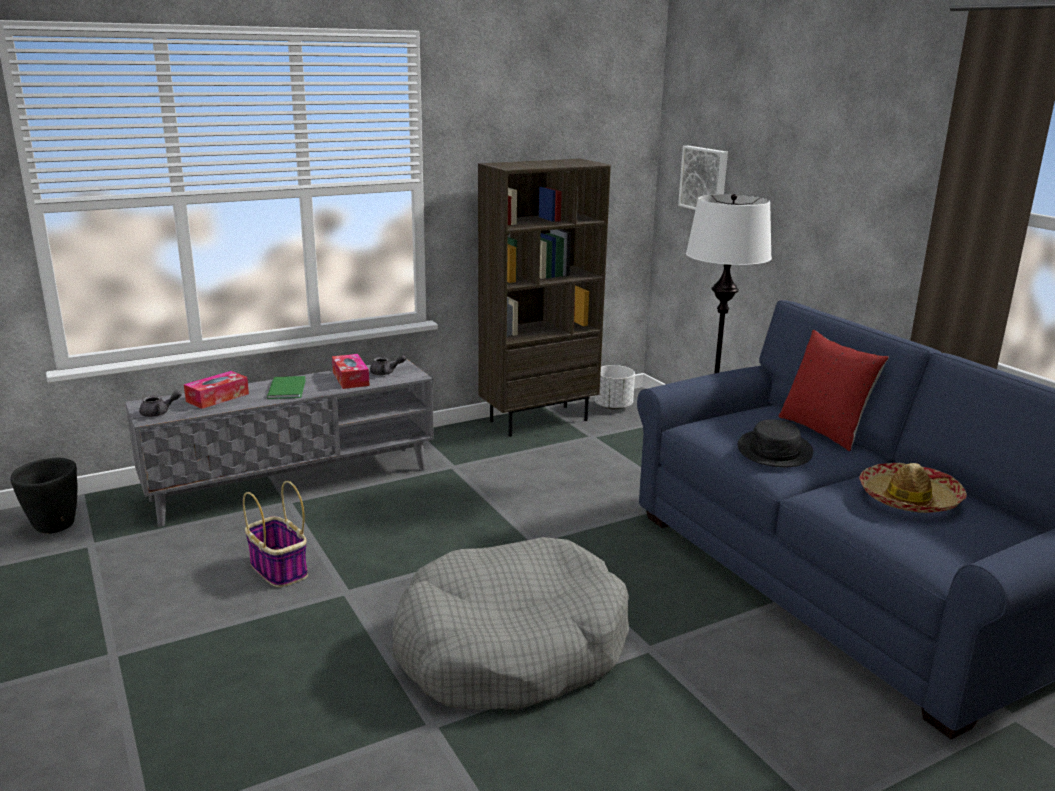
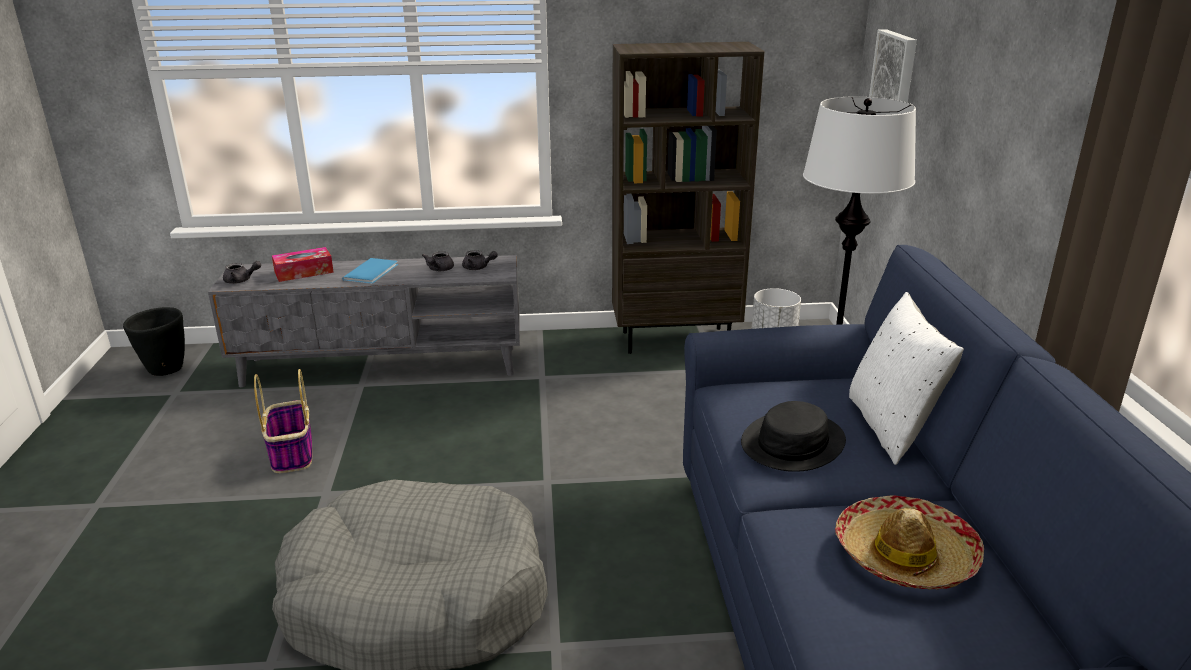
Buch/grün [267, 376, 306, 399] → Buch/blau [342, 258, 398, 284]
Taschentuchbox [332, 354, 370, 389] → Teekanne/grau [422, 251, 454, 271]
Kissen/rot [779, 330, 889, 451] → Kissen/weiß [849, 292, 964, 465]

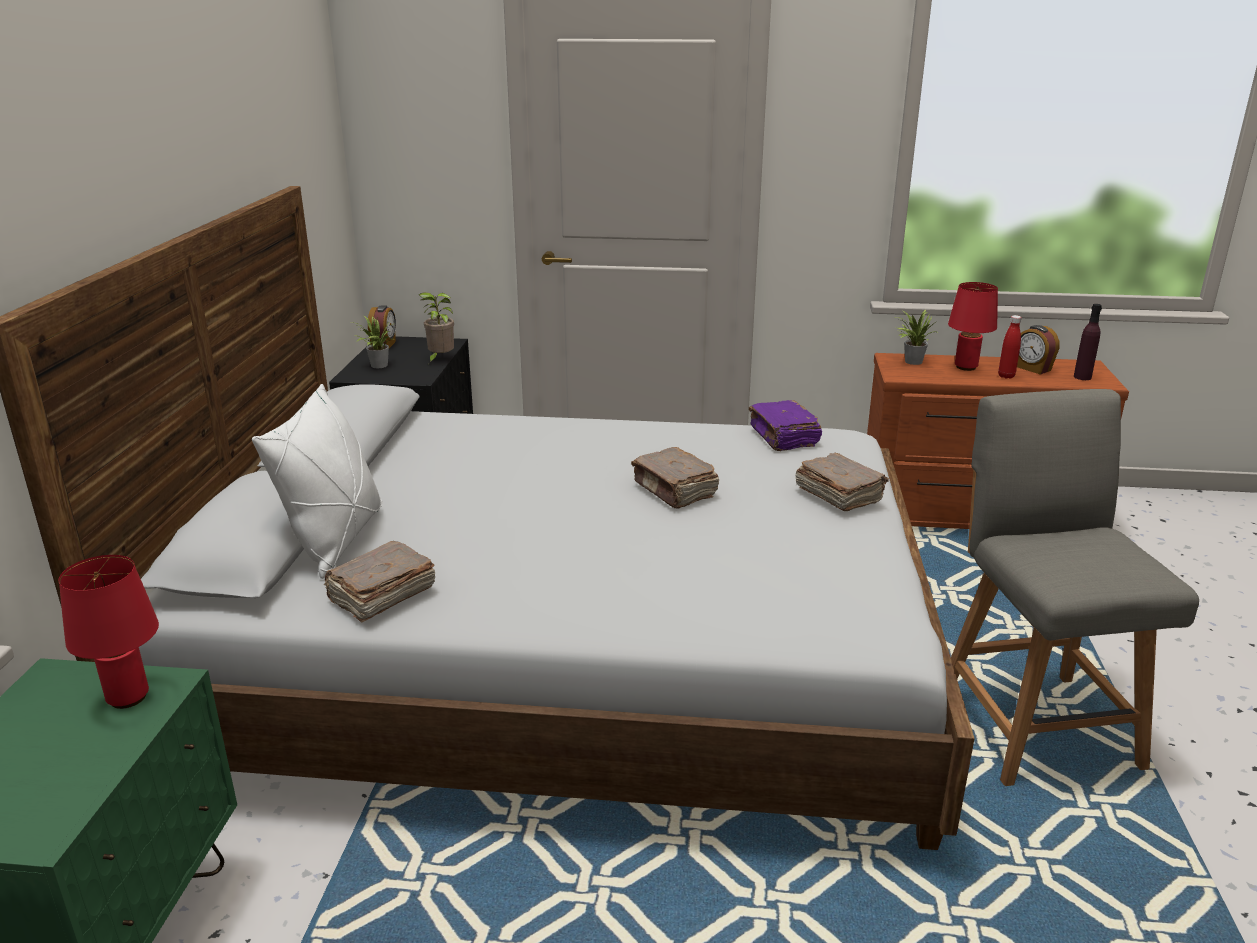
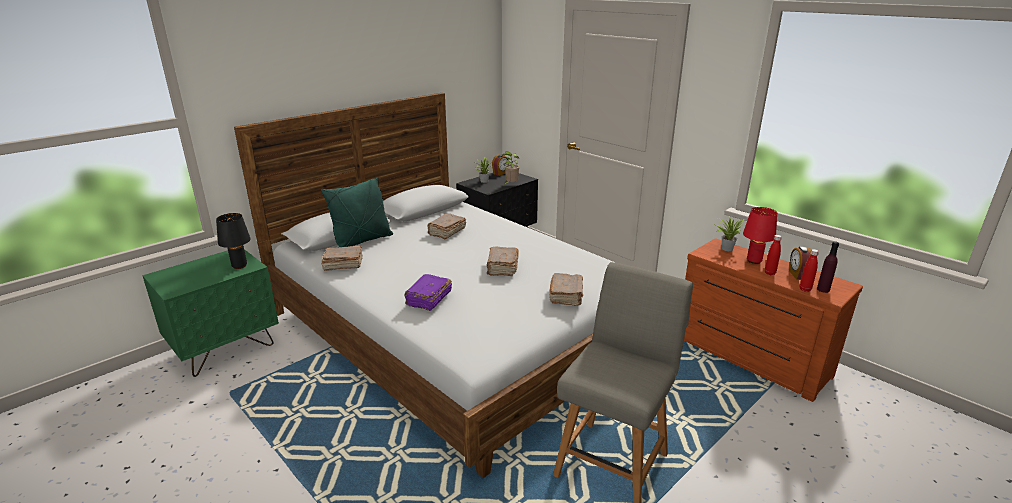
Tischlampe/rot [59, 555, 159, 709] → Tischlampe/schwarz [216, 213, 251, 269]
Kissen/weiß [252, 384, 382, 579] → Kissen/grün [321, 177, 393, 247]
Buch/lila [749, 400, 822, 451] → Buch/lila [405, 274, 452, 311], moved
- → Buch/braun [427, 213, 466, 240]
- → Flasche/rot [800, 249, 819, 292]

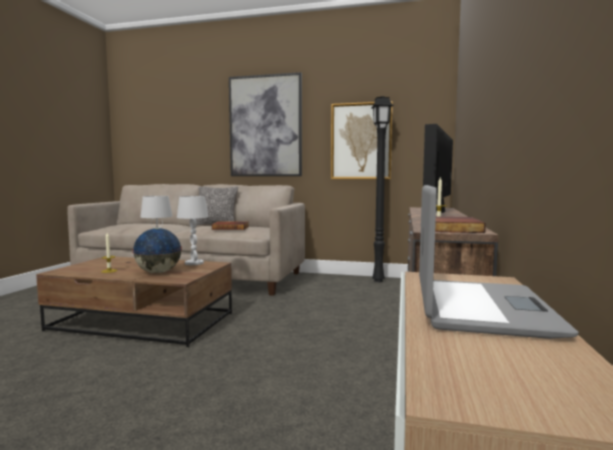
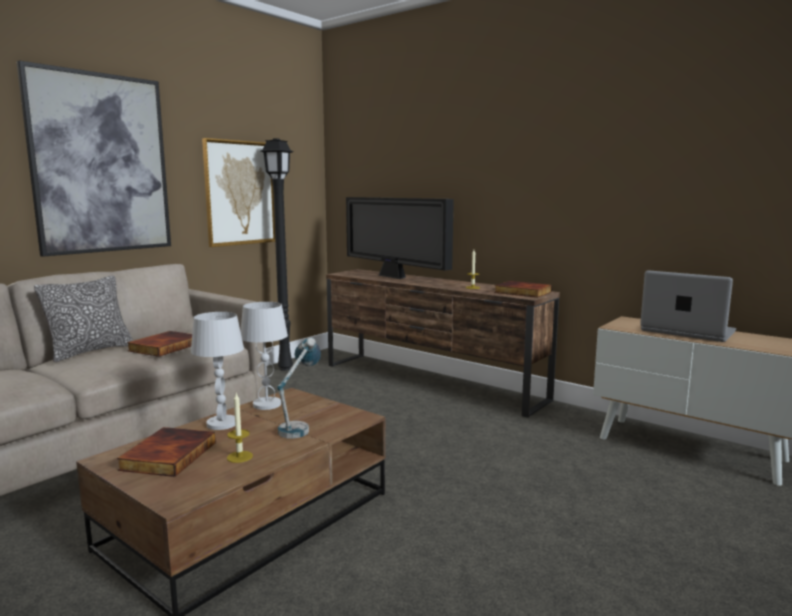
Globus [132, 228, 182, 273] → Tischlampe [277, 338, 321, 439]
- → Buch [117, 427, 216, 477]

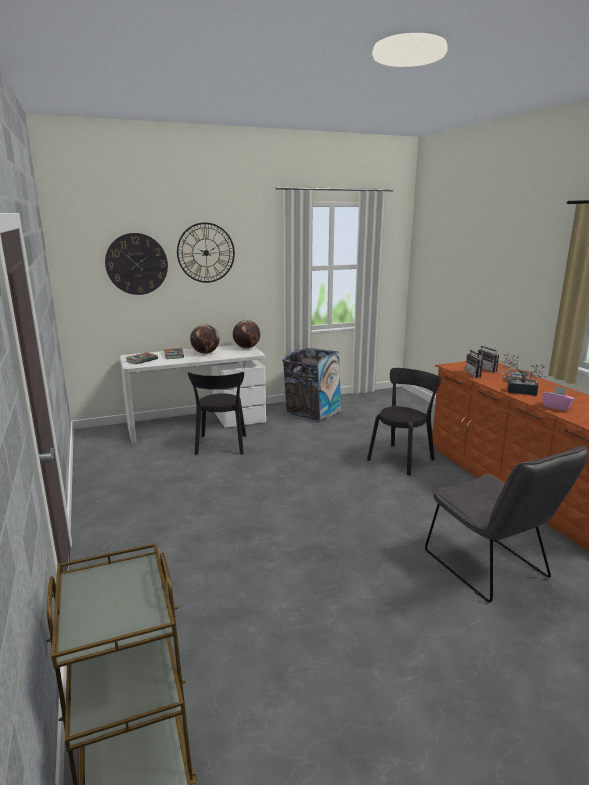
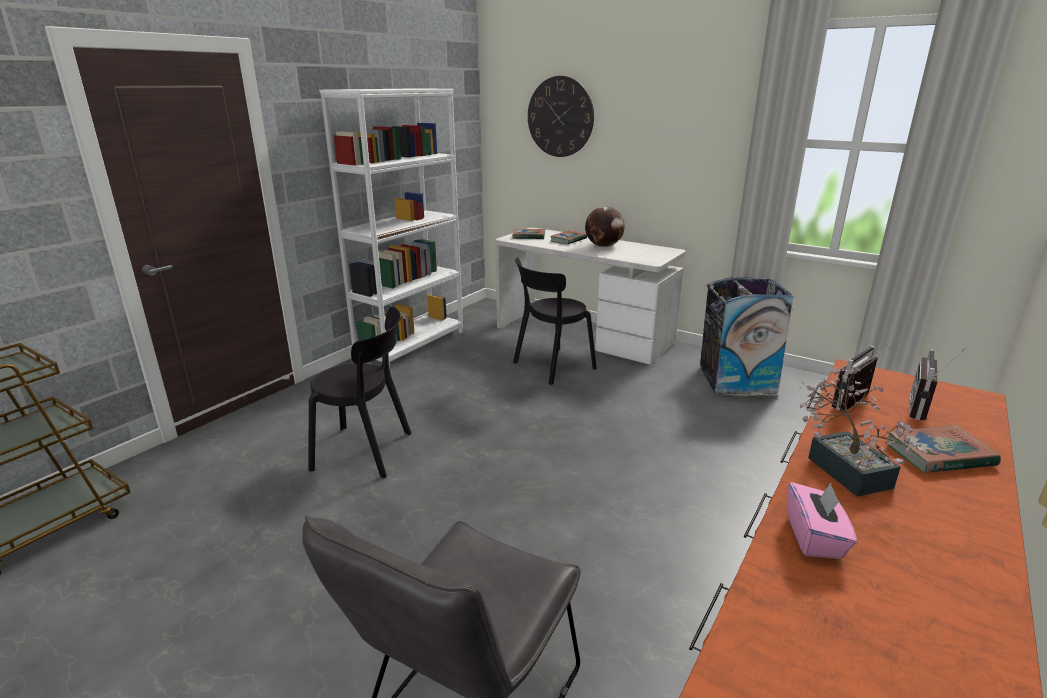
Wanduhr [177, 222, 235, 283] → -
Globus [233, 320, 260, 348] → -
Stuhl/schwarz [367, 368, 442, 476] → Stuhl/schwarz [308, 307, 411, 478], moved
- → Bücherregal/weiß [319, 88, 463, 368]

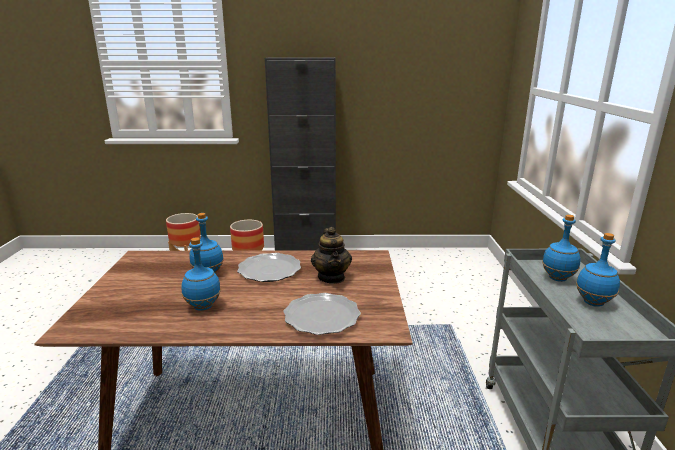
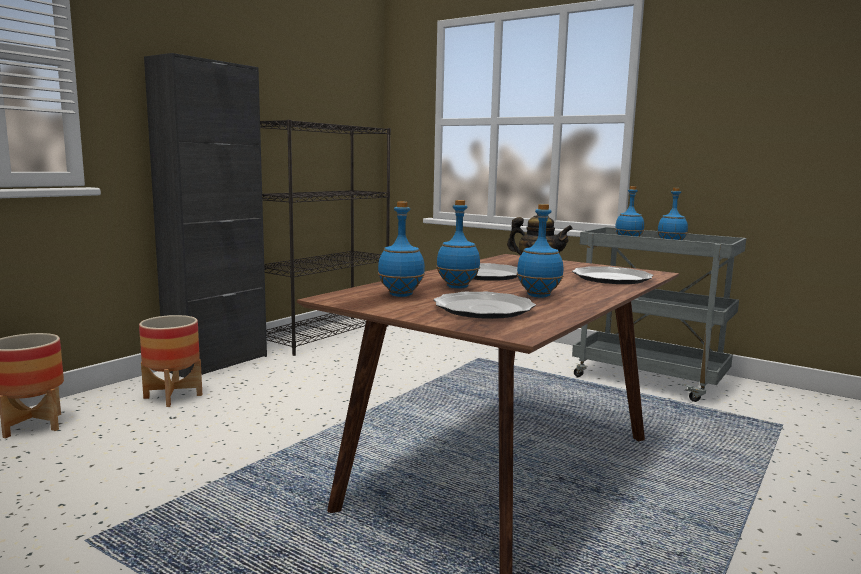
- → Bücherregal/schwarz [260, 119, 391, 356]
- → Flasche/blau [378, 202, 425, 297]
- → Teller [434, 292, 536, 319]

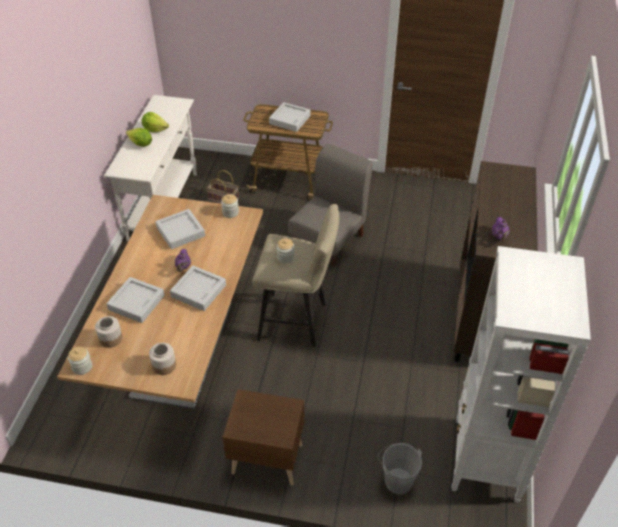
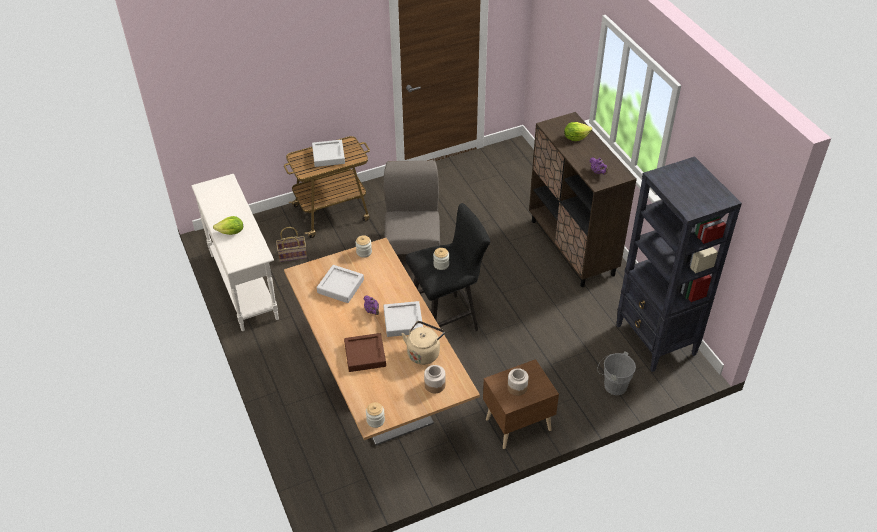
Vorratsglas [95, 316, 123, 348] → Vorratsglas [507, 368, 529, 396], moved
Tablett/grau [107, 277, 165, 323] → Tablett/braun [344, 333, 386, 372]
Salatkopf [142, 112, 169, 133] → Salatkopf [564, 122, 592, 141], moved
Hocker/beige [252, 204, 339, 347] → Hocker/schwarz [406, 203, 490, 331]
Bücherregal/weiß [452, 246, 591, 503] → Bücherregal/schwarz [616, 156, 742, 372]
- → Wasserkessel/beige [402, 321, 445, 365]

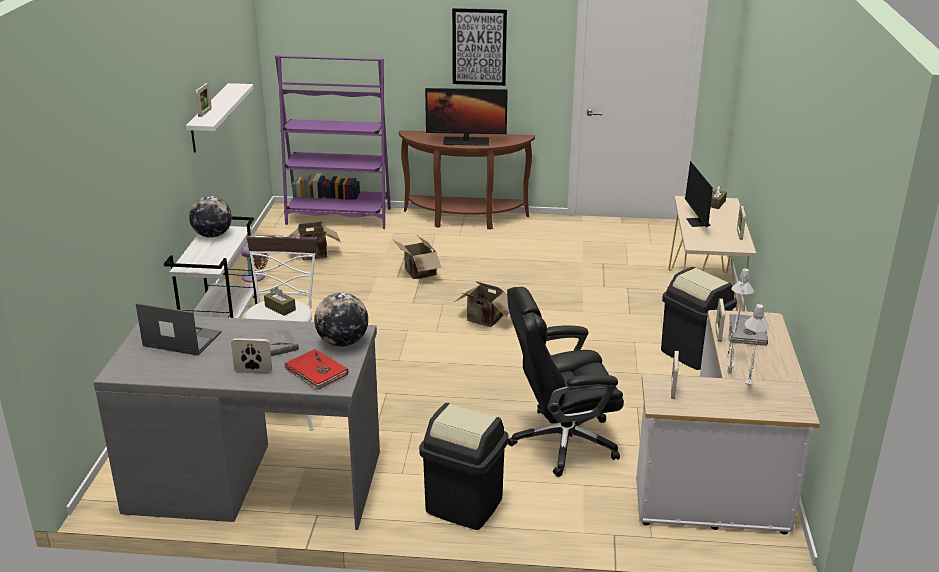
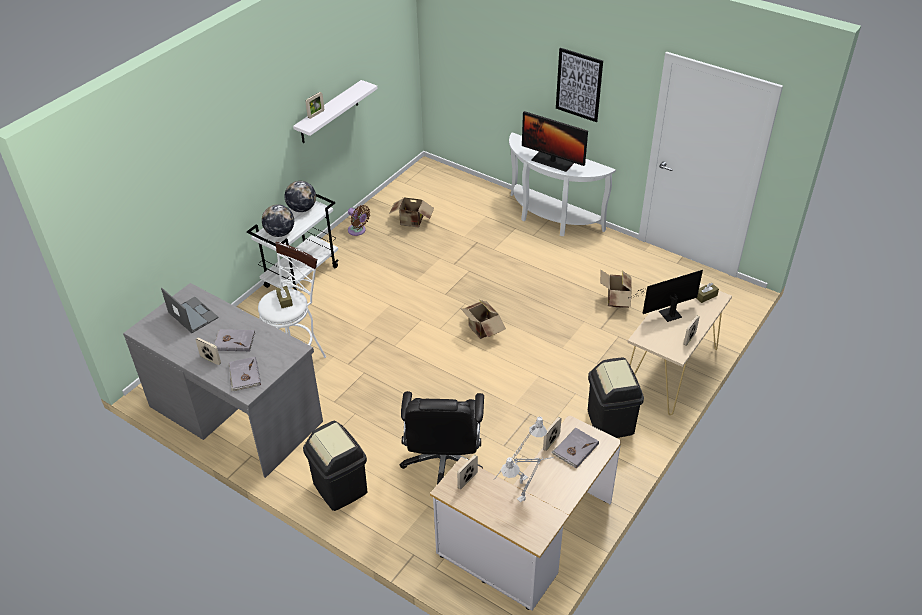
Bücherregal/lila [275, 55, 391, 229] → -
Buch/rot [284, 349, 348, 389] → Buch/grau [229, 357, 261, 391]
Globus [314, 293, 368, 347] → Globus [262, 204, 294, 237], moved
Karton [394, 236, 441, 279] → Karton [600, 269, 632, 308], moved
Konsolentisch/braun [399, 130, 535, 230] → Konsolentisch/weiß [509, 132, 616, 236]
Bürostuhl/schwarz [507, 287, 624, 477] → Bürostuhl/schwarz [400, 391, 484, 485], 105 degrees counterclockwise
Monitor [685, 161, 719, 227] → Monitor [633, 270, 703, 322], 45 degrees clockwise

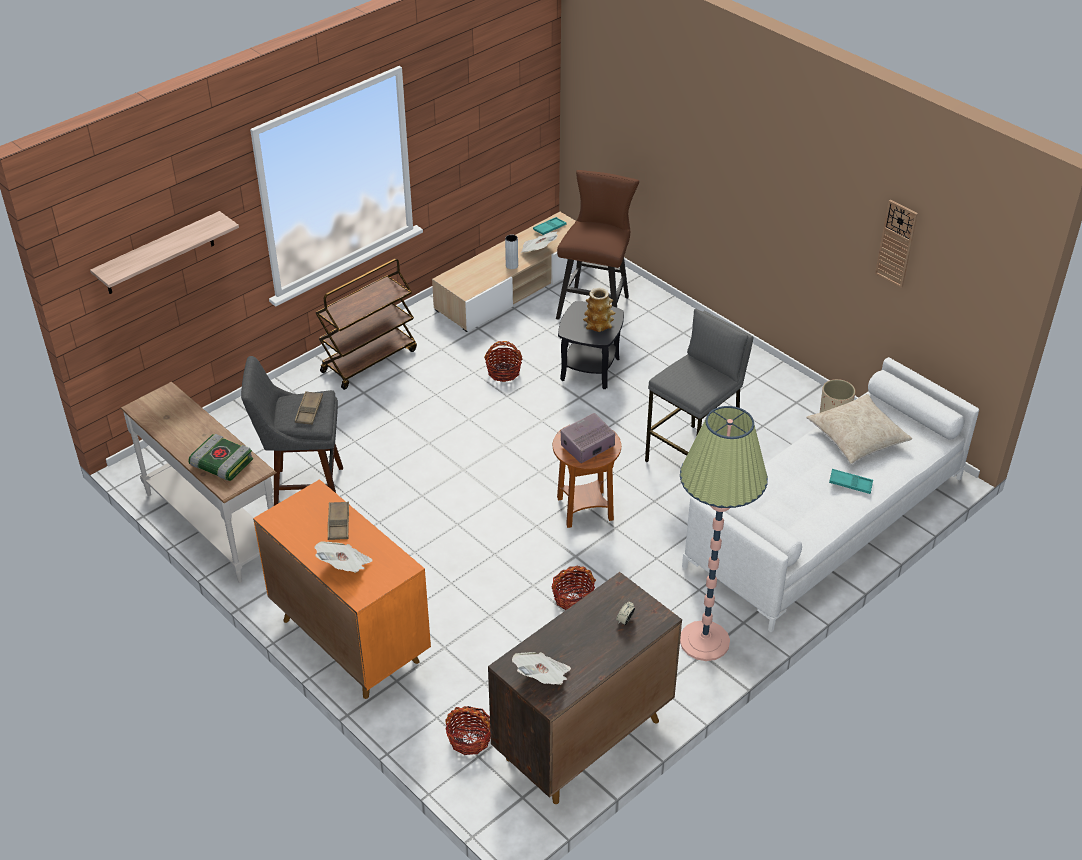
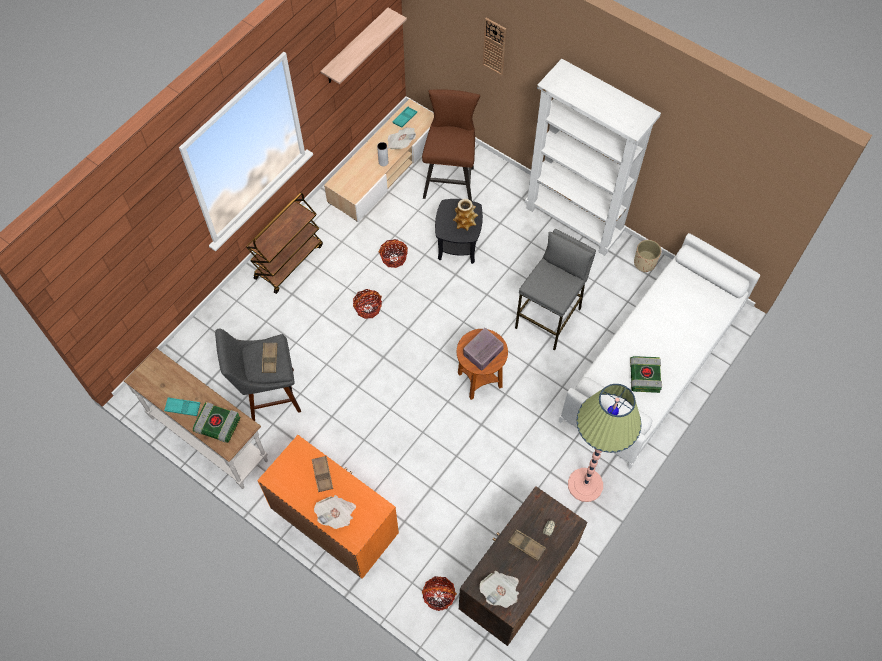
Wandregal [90, 211, 239, 294] → Wandregal [320, 8, 407, 84], moved
Korb [551, 566, 596, 610] → Korb [353, 289, 382, 319], moved
Kissen/beige [806, 394, 912, 464] → -
Tablett/türkis [829, 469, 873, 494] → Tablett/türkis [164, 397, 200, 416], moved
Wanduhr [875, 200, 918, 288] → Wanduhr [483, 18, 506, 75], moved
- → Tablett/braun [508, 529, 546, 561]
- → Bücherregal/weiß [525, 59, 661, 256]
- → Buch [630, 356, 662, 393]

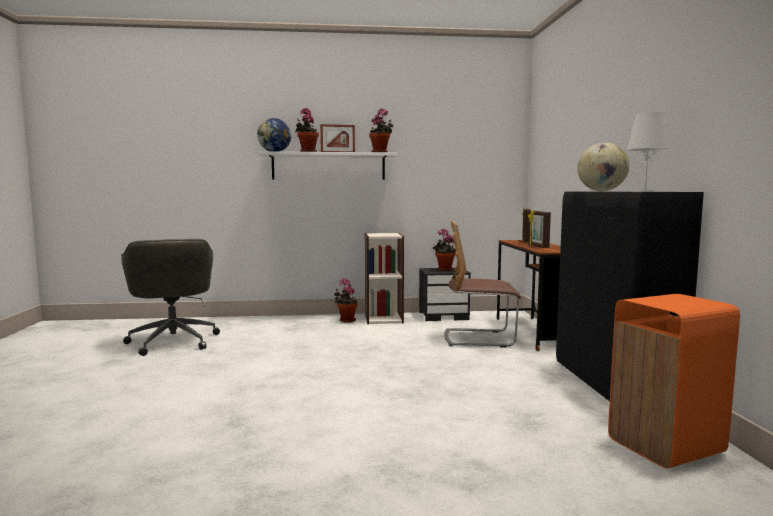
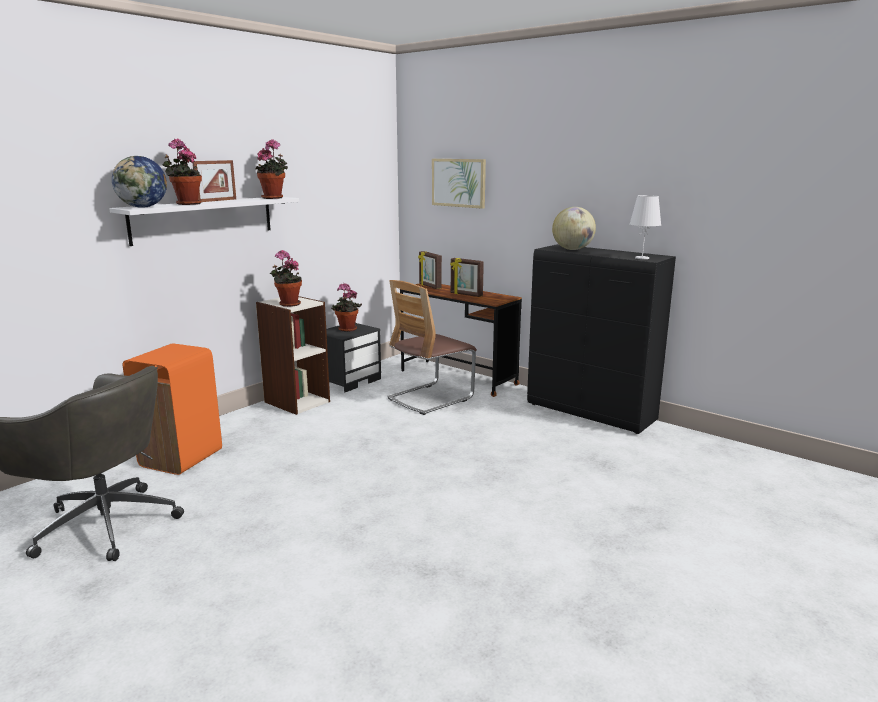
Topfpflanze [334, 278, 358, 323] → Topfpflanze [269, 250, 302, 307], moved
Mülleimer/orange [608, 294, 740, 468] → Mülleimer/orange [123, 344, 222, 475], moved
- → Bild [432, 159, 486, 209]

